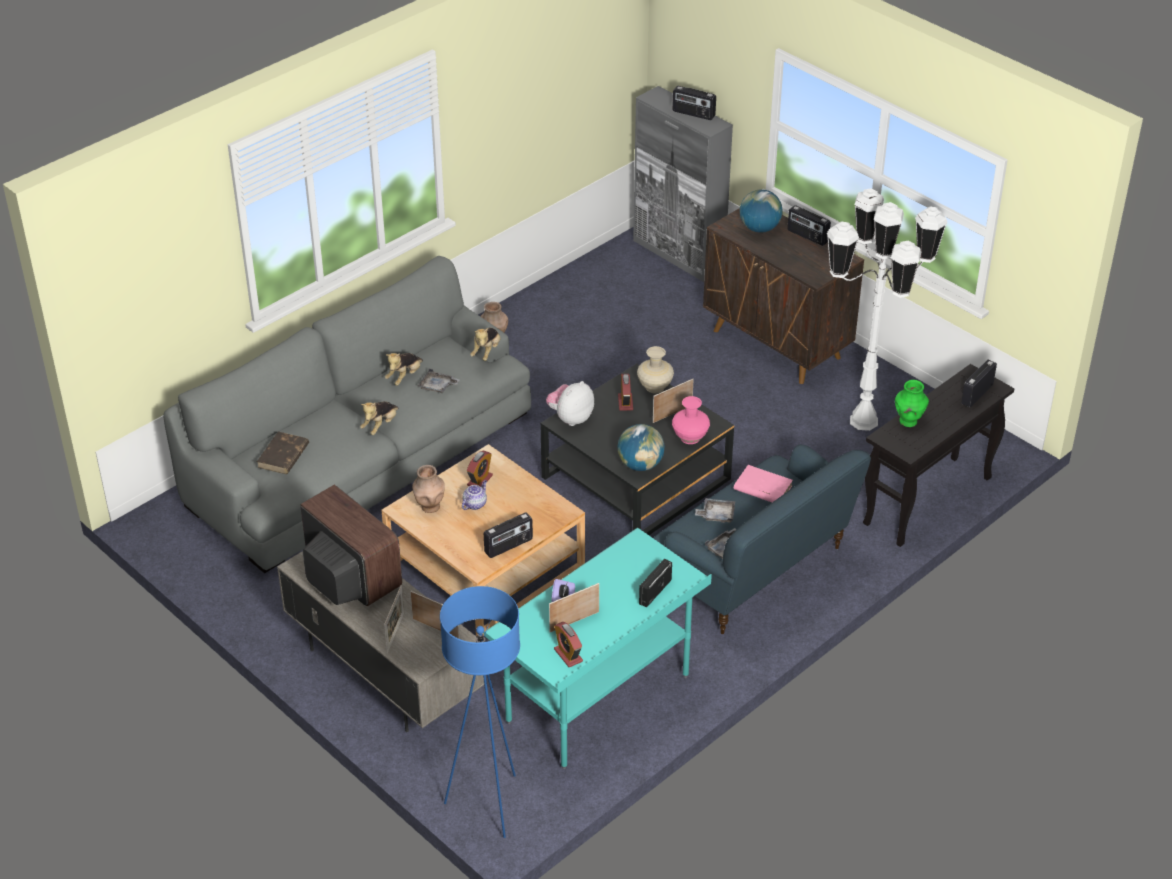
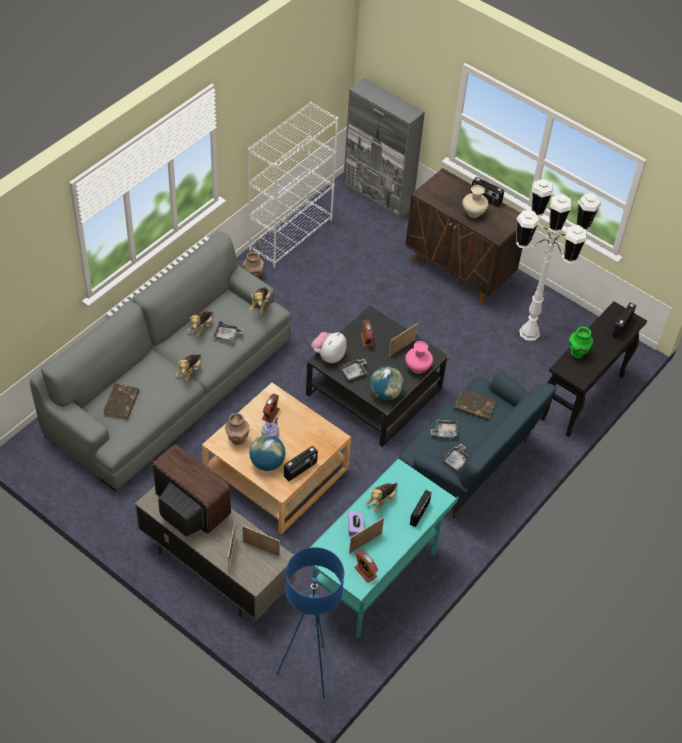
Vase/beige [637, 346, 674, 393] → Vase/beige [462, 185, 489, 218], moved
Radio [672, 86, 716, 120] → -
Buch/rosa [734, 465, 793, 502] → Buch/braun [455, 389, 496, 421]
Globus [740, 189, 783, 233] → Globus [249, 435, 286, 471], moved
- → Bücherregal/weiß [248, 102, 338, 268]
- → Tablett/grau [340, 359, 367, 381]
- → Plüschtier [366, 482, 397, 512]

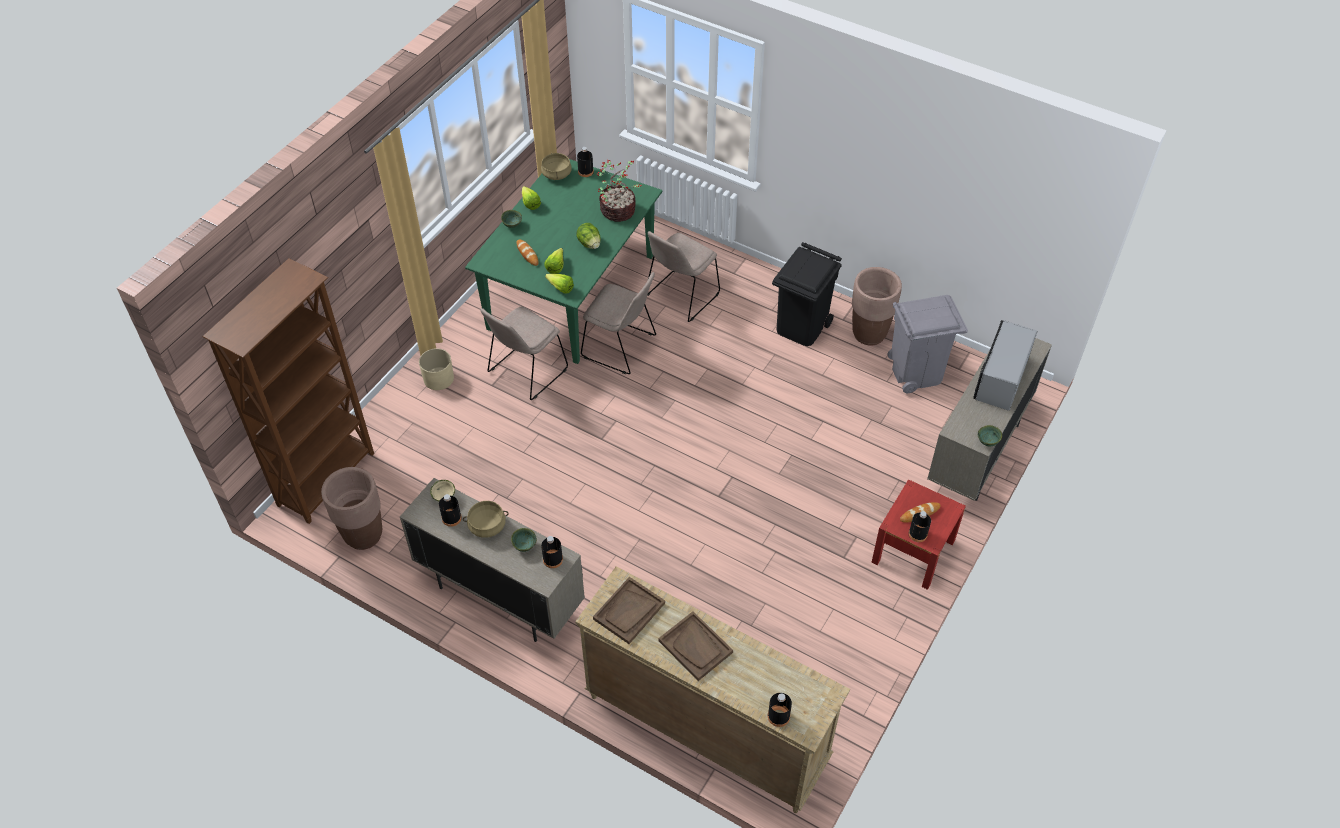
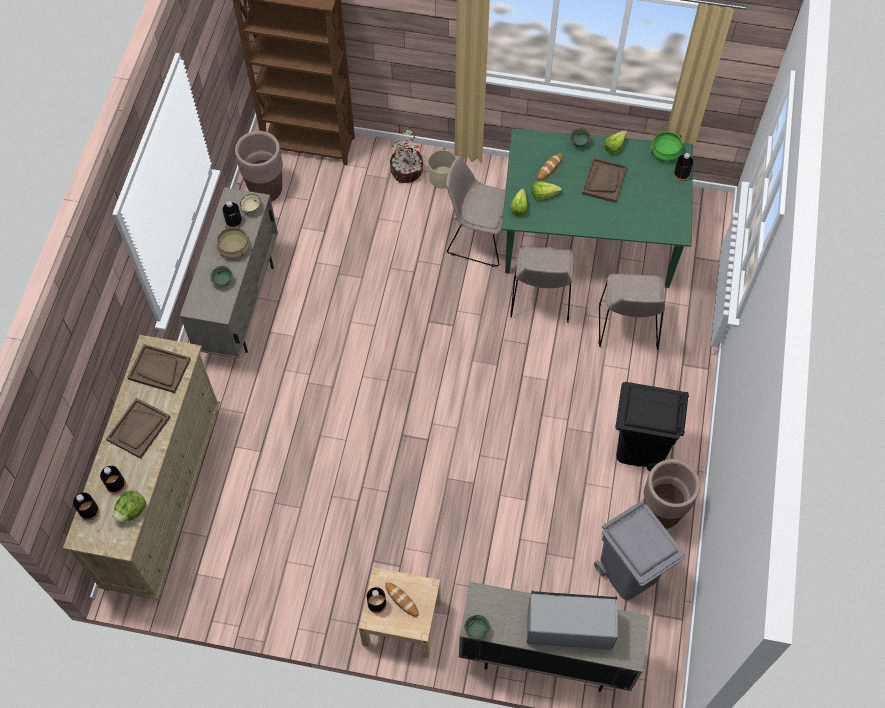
Kochtopf/beige [541, 153, 572, 180] → Kochtopf/grün [651, 131, 683, 161]
Flasche/schwarz [541, 536, 563, 568] → Flasche/schwarz [100, 466, 126, 494], moved
Salatkopf [577, 223, 601, 249] → Salatkopf [113, 490, 146, 523], moved
Topfpflanze [596, 160, 642, 222] → Topfpflanze [390, 127, 423, 183], moved
Stuhl/beige [648, 231, 720, 322] → Stuhl/beige [599, 274, 665, 350], 105 degrees counterclockwise
Nachttisch/rot [872, 479, 966, 590] → Nachttisch/beige [359, 567, 440, 658]
- → Tablett/braun [582, 157, 627, 203]

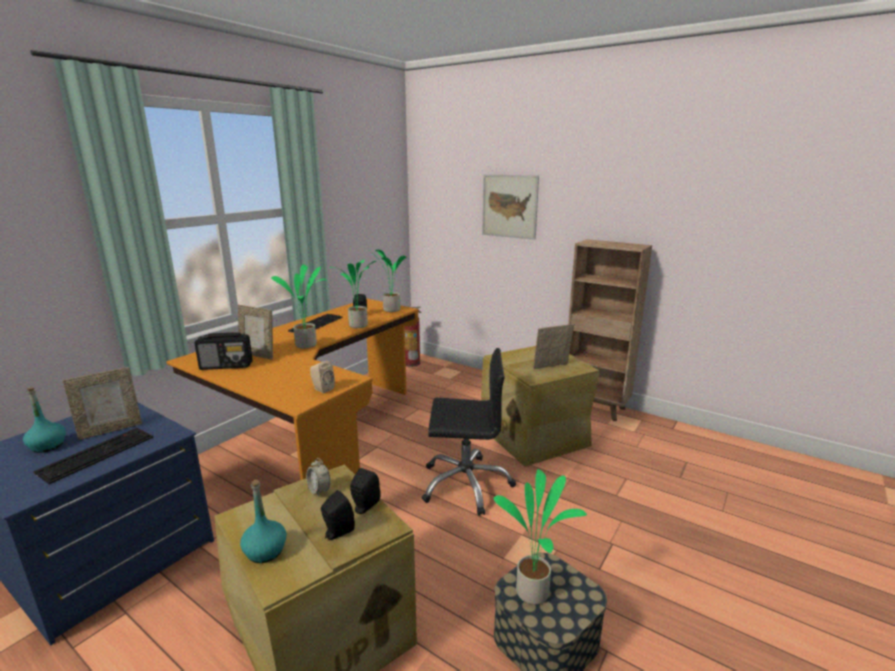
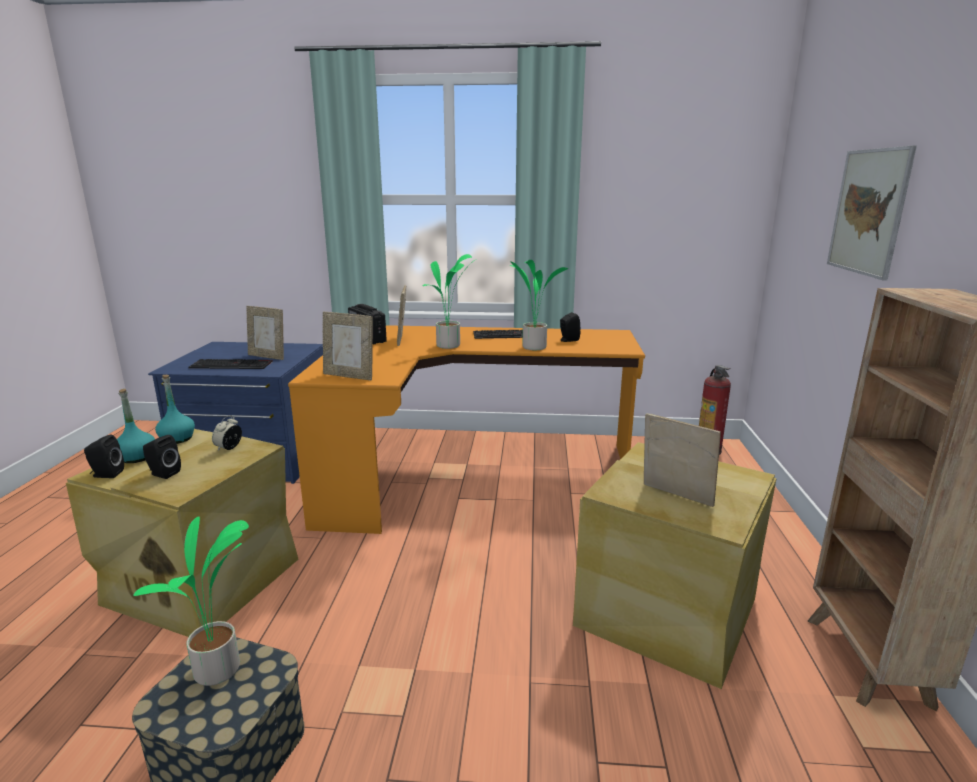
Flasche/türkis [23, 387, 66, 453] → Flasche/türkis [155, 375, 195, 444], moved
Lautsprecher/beige [310, 361, 335, 393] → Bilderrahmen [323, 312, 373, 381]
Lautsprecher/schwarz [350, 468, 381, 514] → Lautsprecher/schwarz [84, 434, 124, 478], moved
Topfpflanze [370, 250, 407, 312] → -
Bürostuhl/schwarz [422, 348, 516, 516] → -

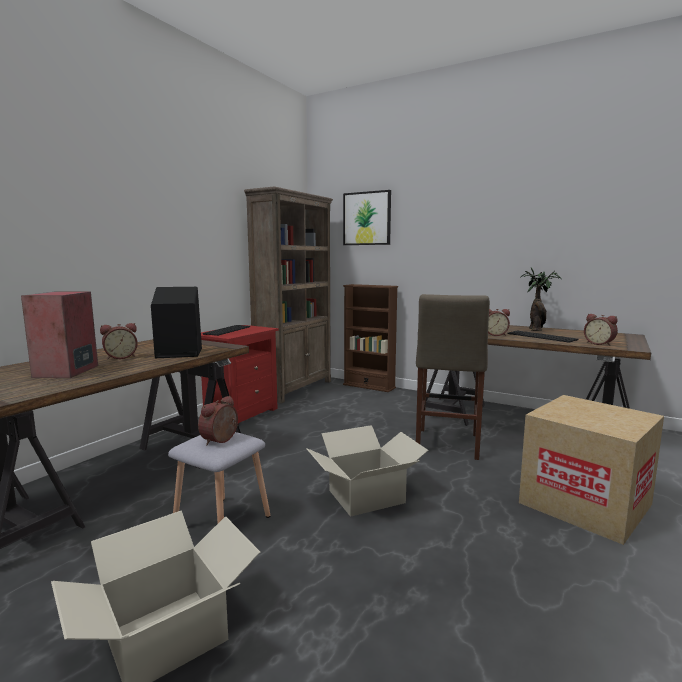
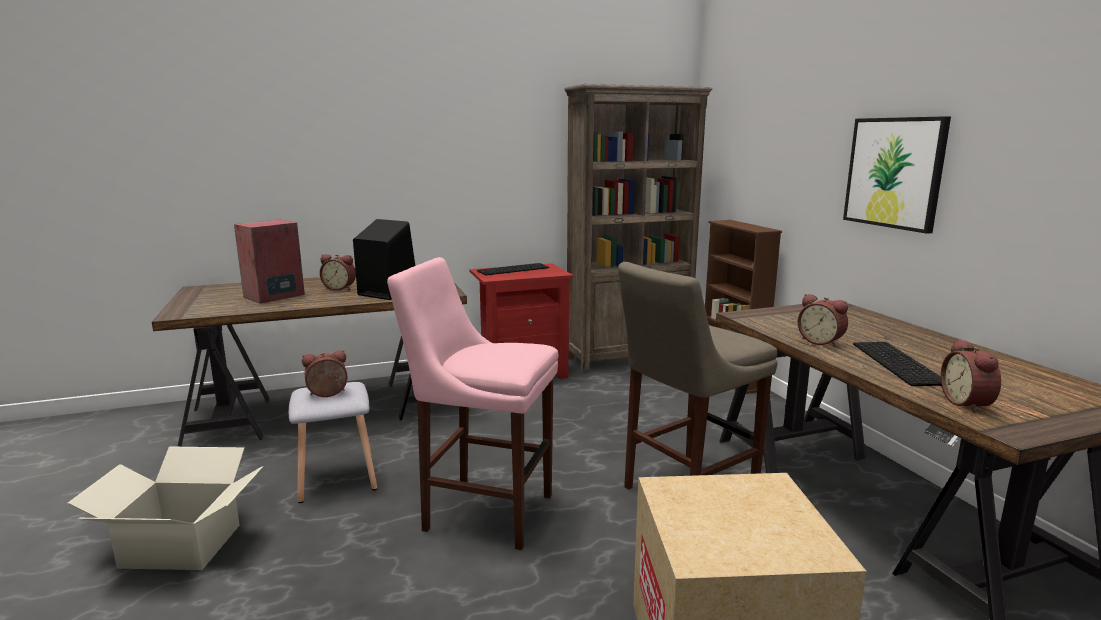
Karton [306, 425, 429, 517] → Hocker/rosa [387, 257, 558, 550]
Bild [343, 190, 391, 245] → Bild [843, 116, 951, 234], moved
Topfpflanze [520, 268, 562, 331] → -

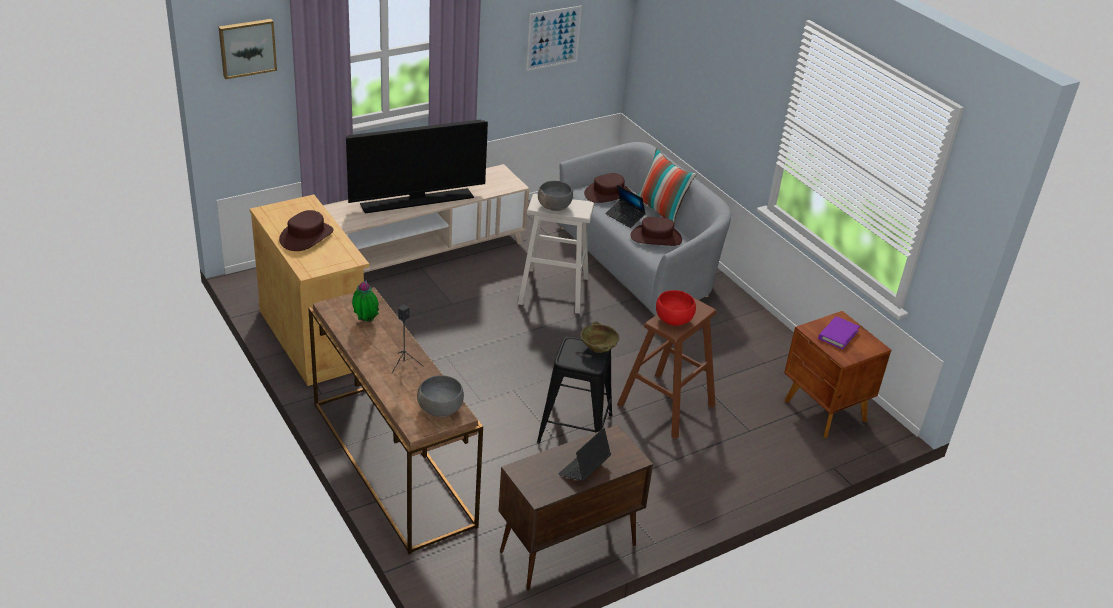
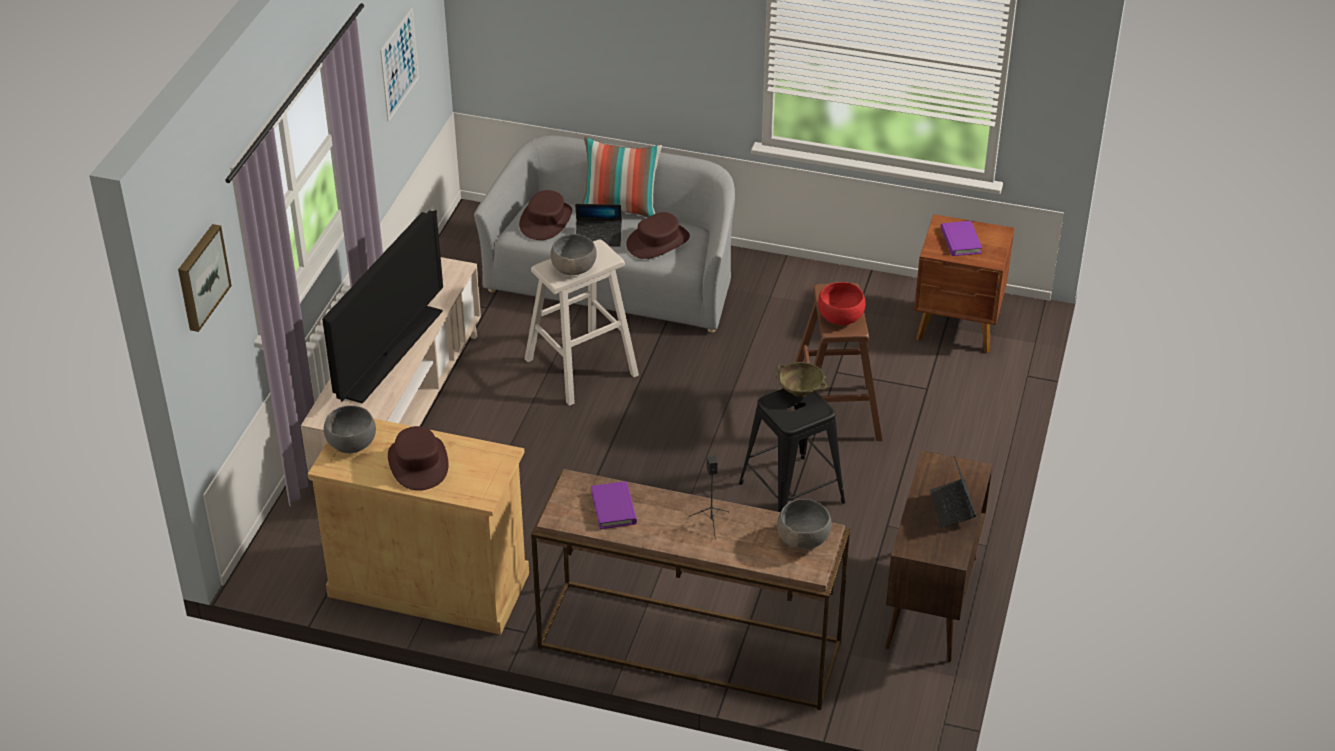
Topfpflanze [352, 280, 379, 322] → Buch/lila [591, 481, 637, 529]
- → Schüssel/grau [324, 405, 376, 453]

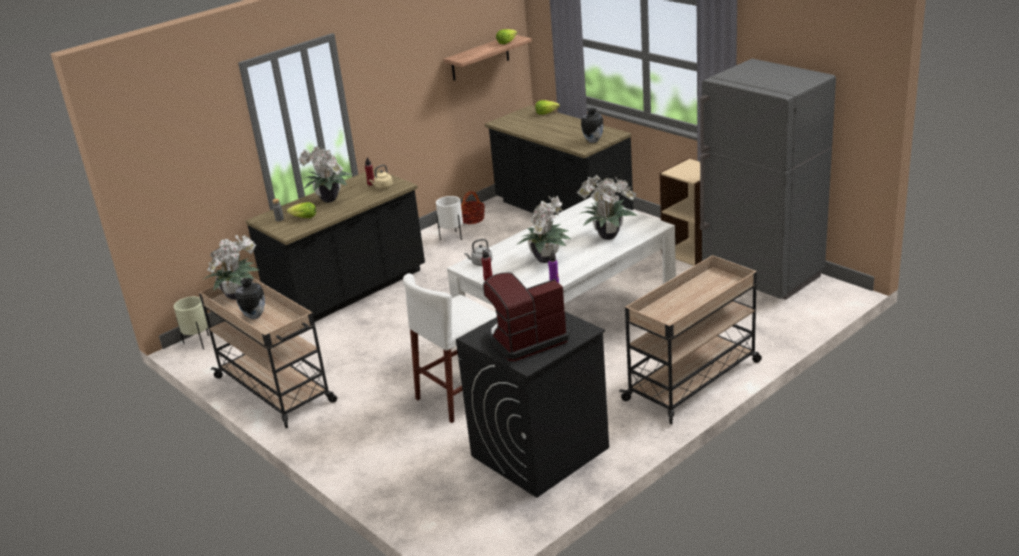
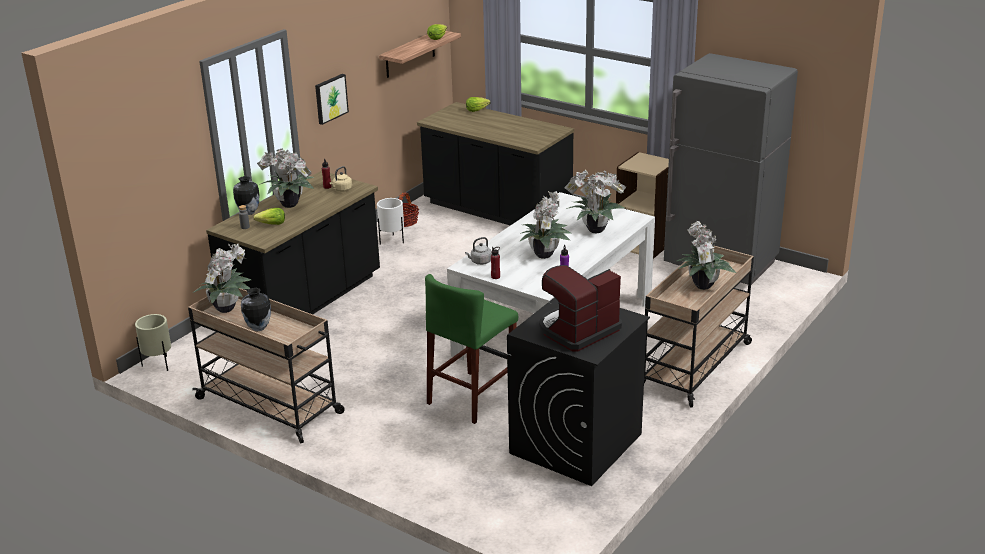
Hocker/weiß [403, 273, 497, 423] → Hocker/grün [425, 274, 518, 424]
Vase [581, 108, 604, 143] → Vase [233, 176, 260, 215], moved
- → Bild [315, 74, 349, 125]
- → Topfpflanze [677, 221, 736, 290]

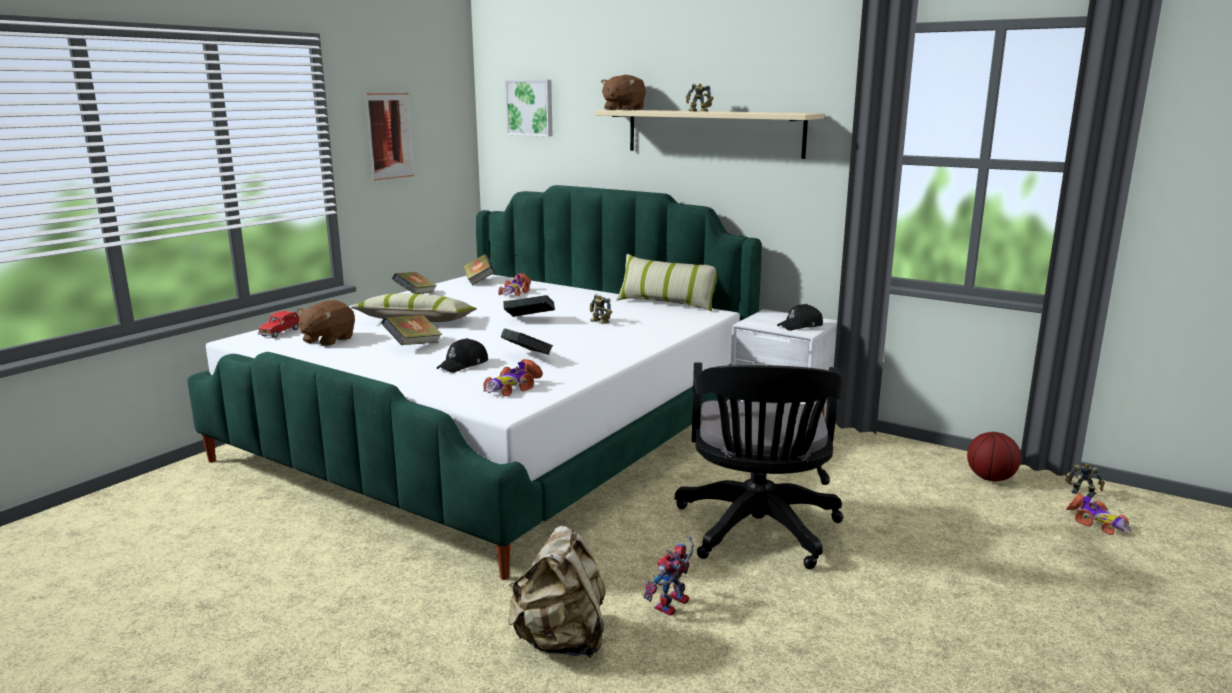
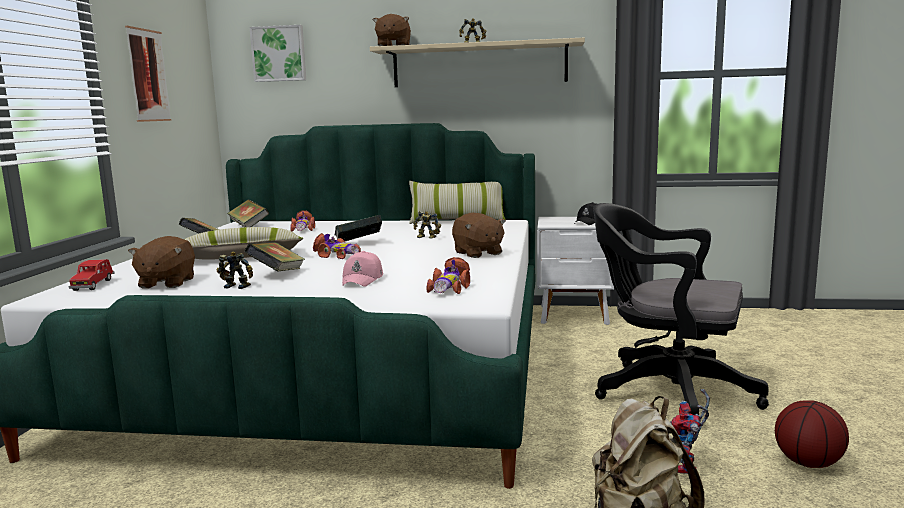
Kappe/schwarz [437, 338, 488, 373] → Kappe/rosa [342, 251, 383, 287]
Buch [501, 329, 553, 355] → -
Bürostuhl/schwarz [675, 362, 843, 569] → Bürostuhl/schwarz [593, 203, 769, 415], 135 degrees clockwise
Basketball [967, 432, 1021, 481] → Basketball [775, 400, 849, 468], moved
Spielzeugroboter [1066, 464, 1105, 498] → Spielzeugroboter [216, 251, 253, 289], moved
Spielzeugauto [1066, 492, 1132, 535] → Spielzeugauto [313, 233, 361, 259], moved
- → Plüschtier/braun [452, 213, 506, 258]

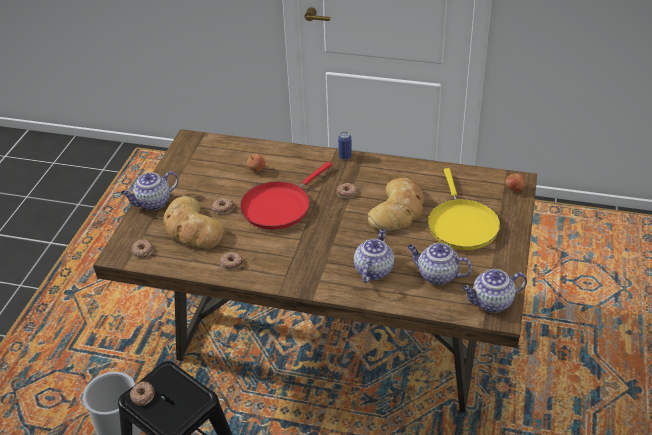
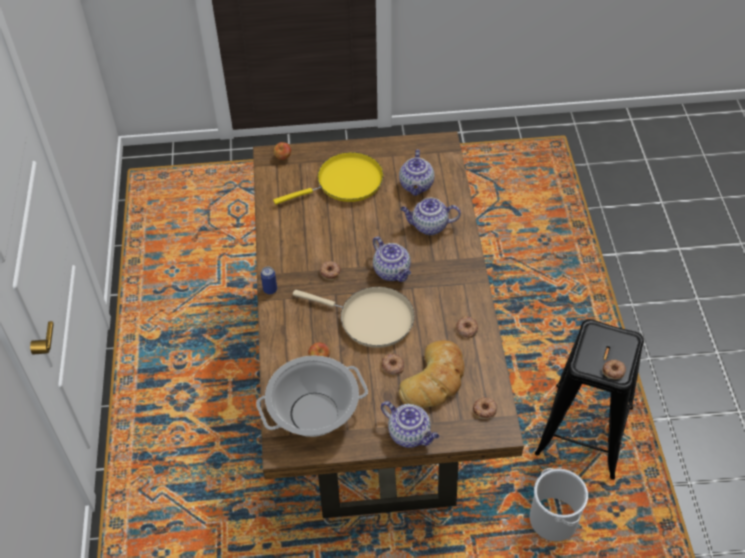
Pfanne/rot [240, 161, 332, 229] → Pfanne/beige [293, 287, 415, 348]
Brot [368, 178, 424, 231] → -
Teekanne [462, 269, 527, 313] → Teekanne [373, 236, 411, 282], moved
- → Kochtopf [256, 355, 368, 437]

